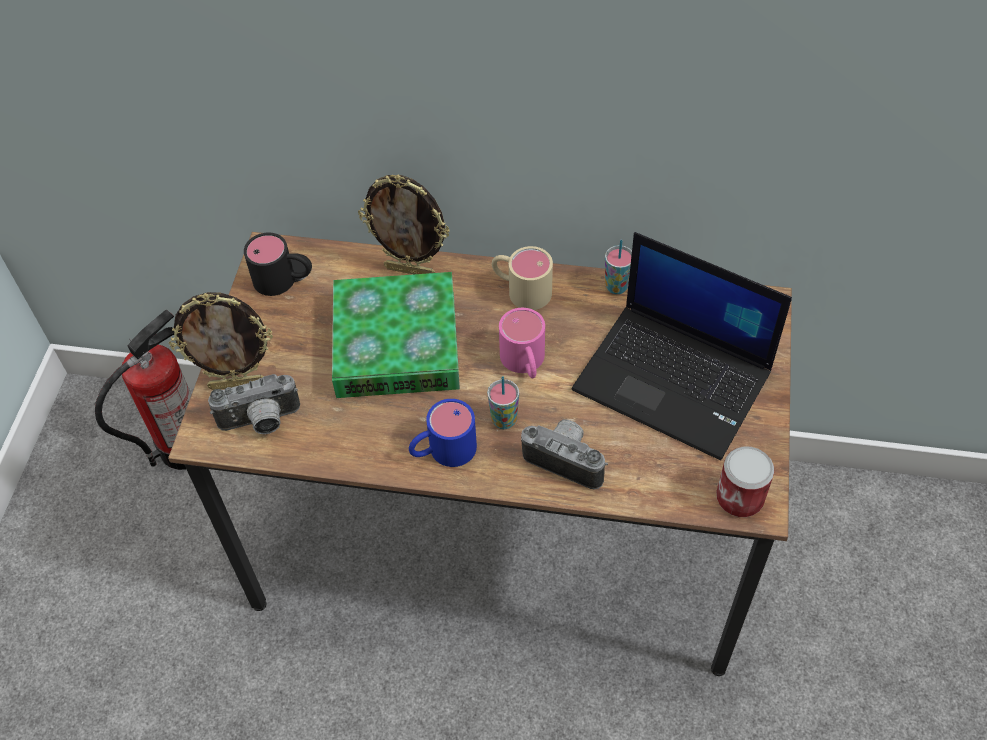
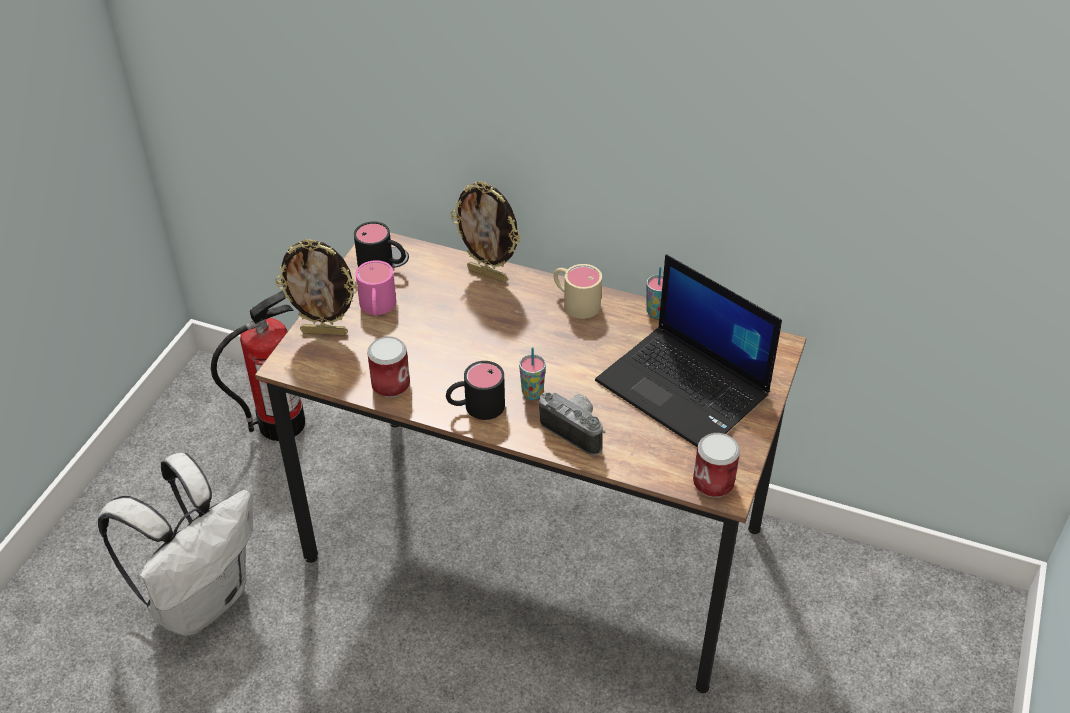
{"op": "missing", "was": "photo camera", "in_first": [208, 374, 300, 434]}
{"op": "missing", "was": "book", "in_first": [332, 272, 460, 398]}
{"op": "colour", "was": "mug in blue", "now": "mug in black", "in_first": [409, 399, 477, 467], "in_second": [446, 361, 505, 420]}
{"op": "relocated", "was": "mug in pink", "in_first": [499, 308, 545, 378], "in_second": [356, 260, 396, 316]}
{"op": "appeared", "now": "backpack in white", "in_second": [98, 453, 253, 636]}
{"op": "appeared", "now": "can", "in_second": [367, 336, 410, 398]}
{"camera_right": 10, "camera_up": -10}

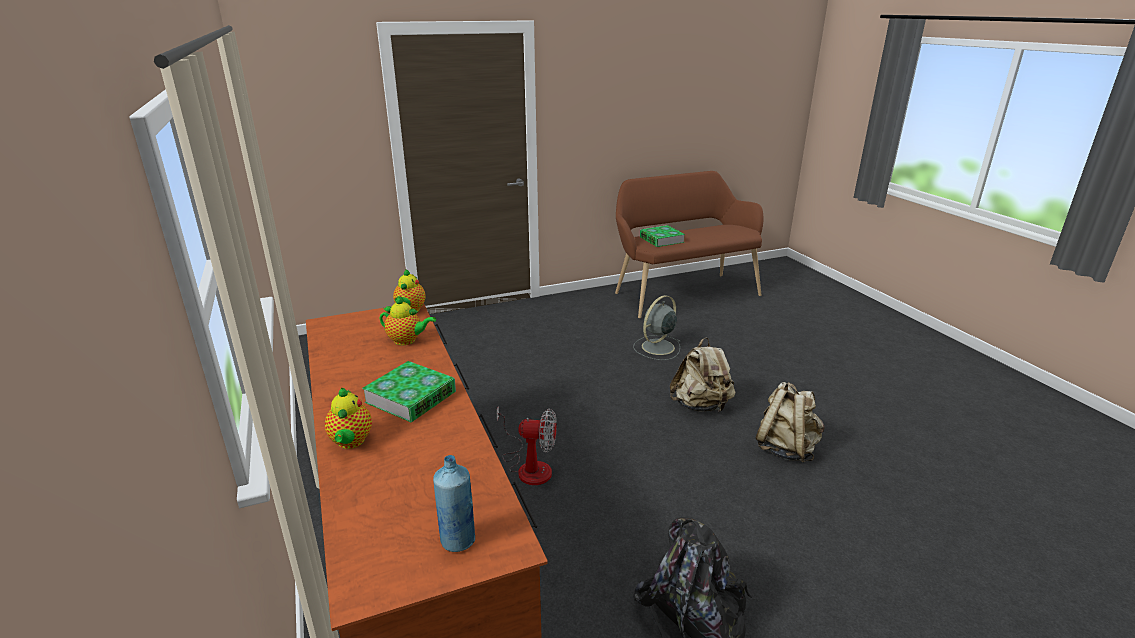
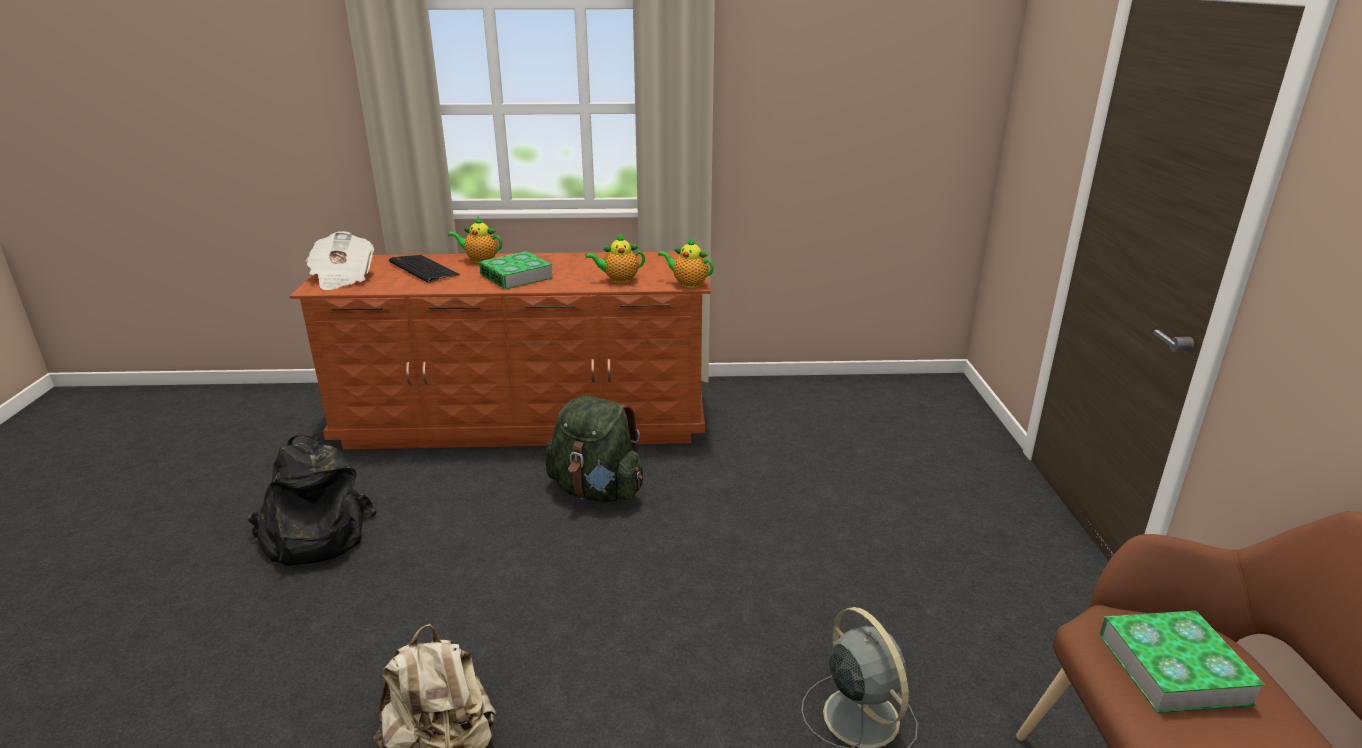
{"op": "spun", "was": "teapot", "in_first": [380, 297, 436, 345], "in_second": [585, 233, 645, 283], "clockwise": 45}
{"op": "exchanged", "was": "bottle in blue", "now": "newspaper", "in_first": [433, 455, 475, 552], "in_second": [306, 231, 374, 290]}
{"op": "exchanged", "was": "fan", "now": "backpack in green", "in_first": [496, 406, 557, 485], "in_second": [545, 396, 643, 503]}
{"op": "missing", "was": "backpack in beige", "in_first": [670, 337, 736, 412]}
{"op": "appeared", "now": "keyboard", "in_second": [389, 255, 460, 283]}
{"camera_right": 110, "camera_up": 0}

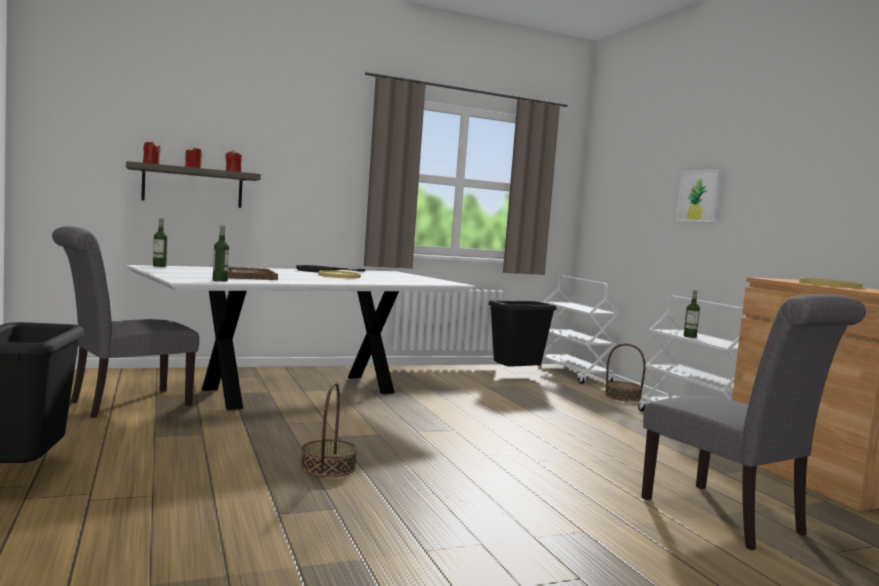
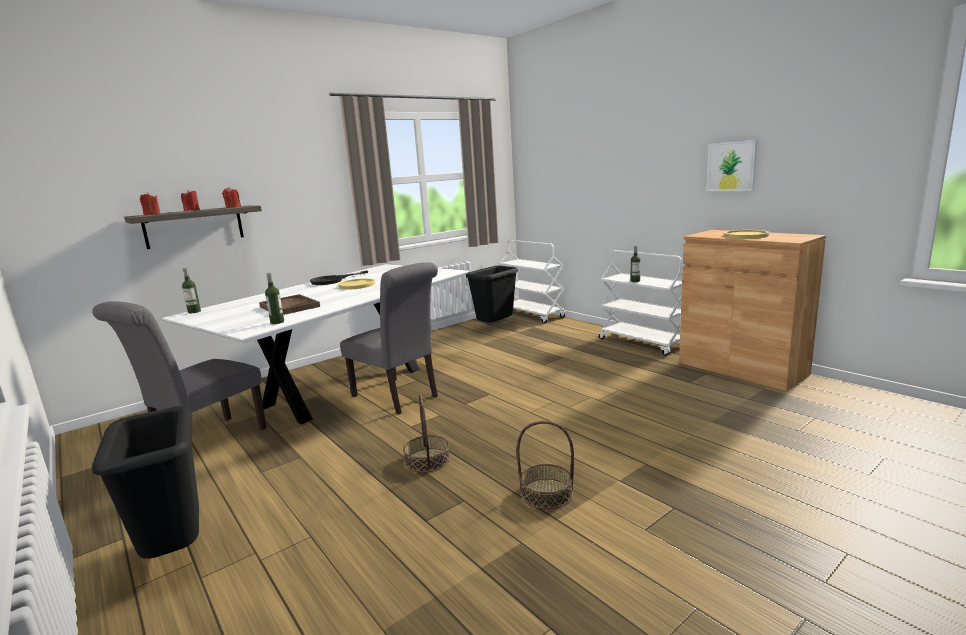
{"op": "relocated", "was": "basket", "in_first": [605, 344, 646, 402], "in_second": [517, 421, 574, 510]}
{"op": "relocated", "was": "chair in grey", "in_first": [642, 294, 866, 550], "in_second": [340, 262, 438, 414]}
{"op": "relocated", "was": "picture", "in_first": [676, 169, 722, 222], "in_second": [707, 140, 757, 191]}
{"camera_right": -15, "camera_up": 10}

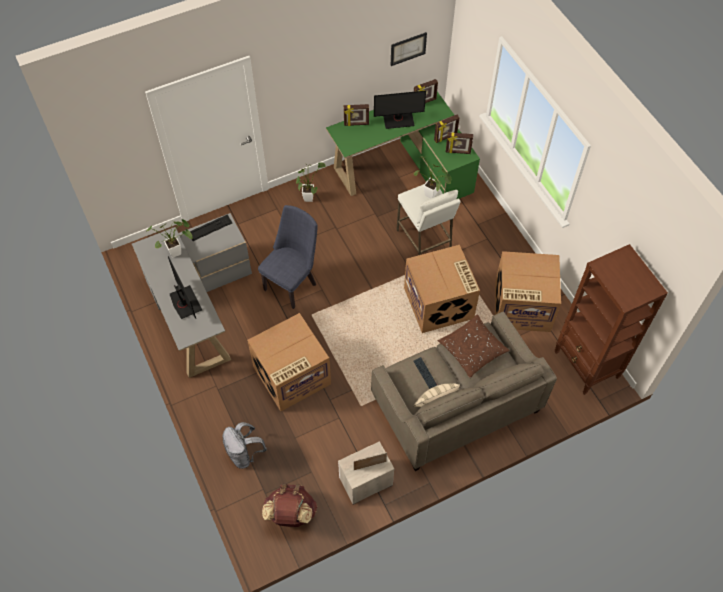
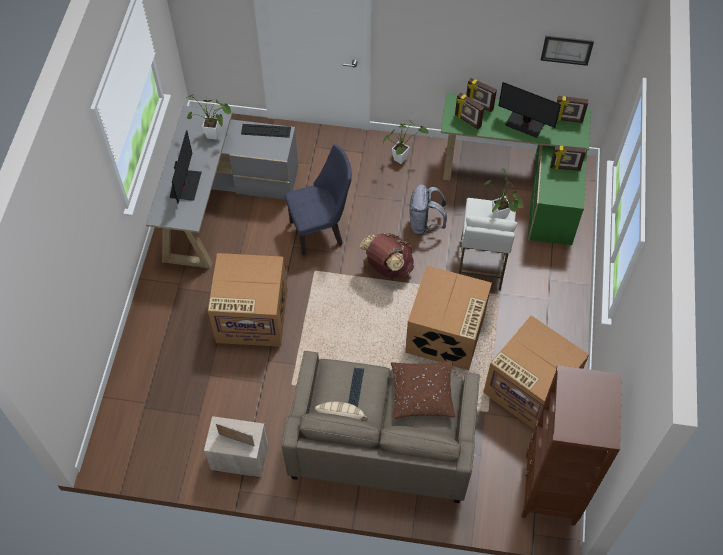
{"op": "relocated", "was": "backpack in grey", "in_first": [223, 422, 267, 469], "in_second": [410, 184, 447, 235]}
{"op": "relocated", "was": "backpack in brown", "in_first": [262, 484, 317, 527], "in_second": [359, 233, 414, 278]}
{"op": "relocated", "was": "picture frame", "in_first": [446, 132, 473, 154], "in_second": [455, 92, 484, 129]}
{"camera_right": 35, "camera_up": 0}

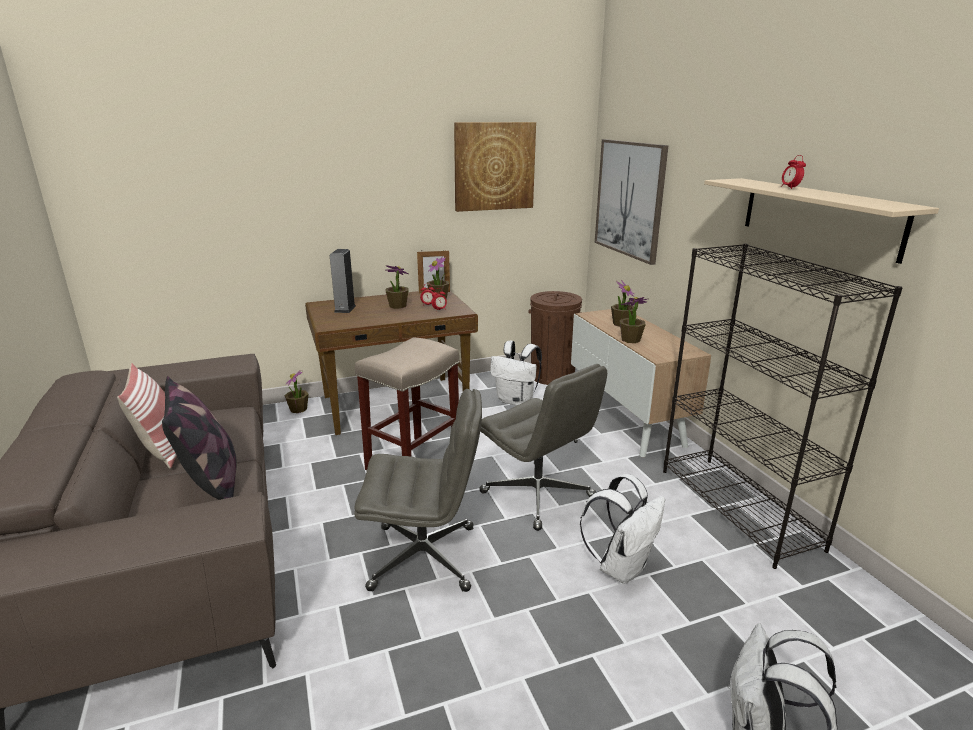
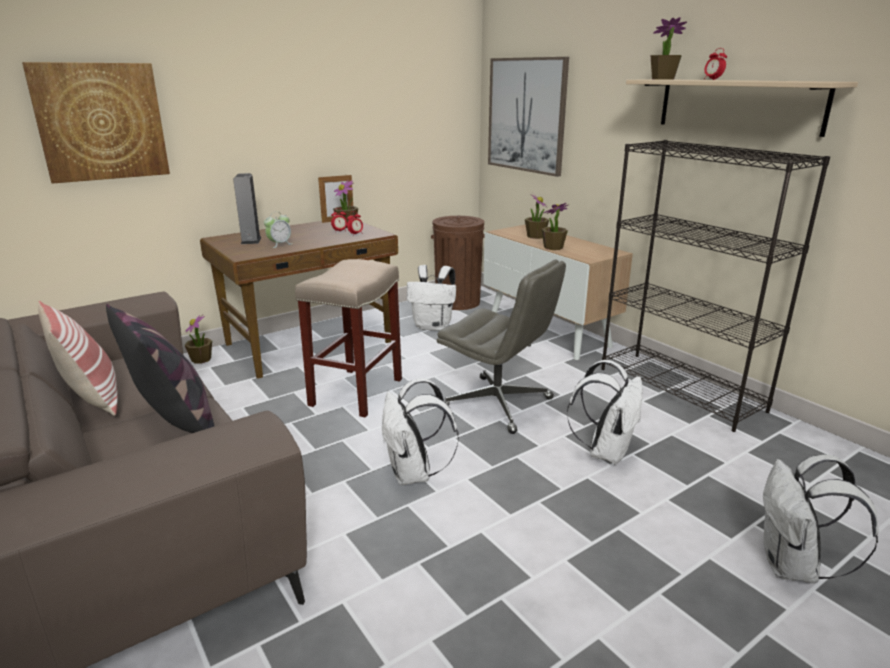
{"op": "exchanged", "was": "office chair in grey", "now": "backpack in white", "in_first": [354, 389, 482, 592], "in_second": [382, 378, 459, 485]}
{"op": "relocated", "was": "potted plant", "in_first": [386, 265, 409, 309], "in_second": [650, 17, 687, 80]}
{"op": "relocated", "was": "picture", "in_first": [454, 122, 536, 212], "in_second": [22, 62, 170, 184]}
{"op": "appeared", "now": "alarm clock", "in_second": [264, 212, 291, 248]}
{"camera_right": -15, "camera_up": 0}

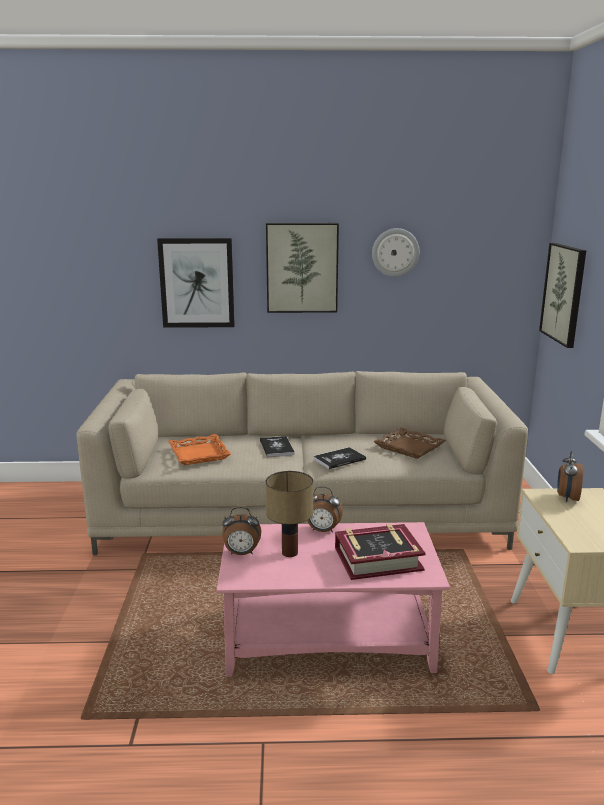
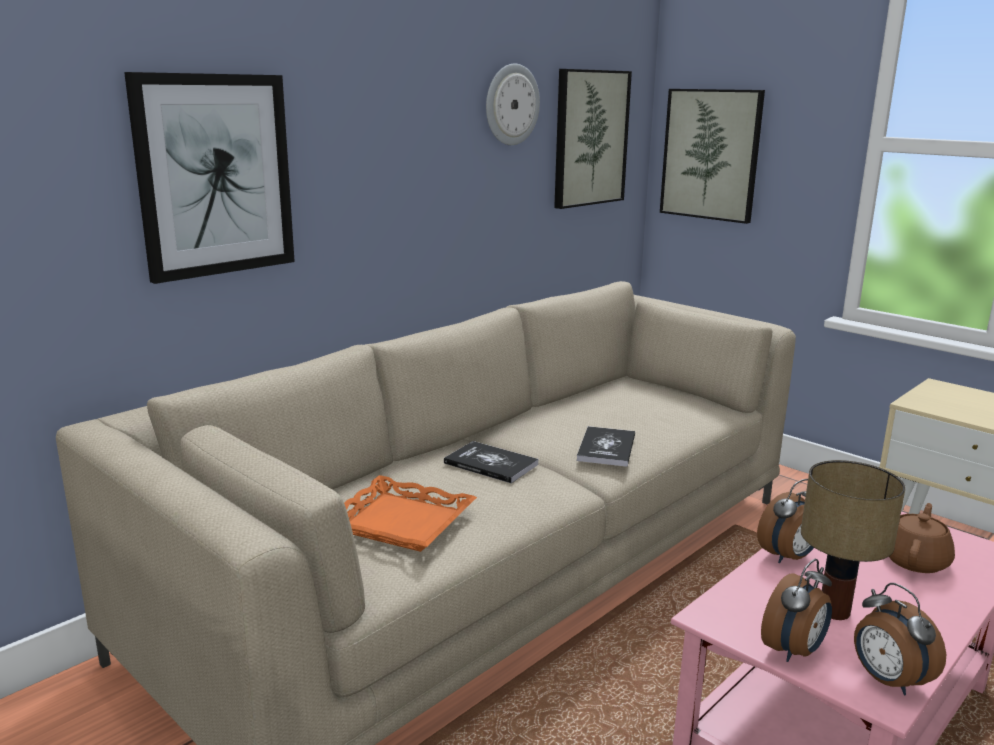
{"op": "relocated", "was": "picture", "in_first": [266, 223, 339, 313], "in_second": [554, 69, 632, 209]}
{"op": "exchanged", "was": "book", "now": "teapot in brown", "in_first": [335, 524, 426, 580], "in_second": [889, 503, 955, 573]}
{"op": "missing", "was": "tray in brown", "in_first": [373, 428, 446, 459]}
{"op": "relocated", "was": "alarm clock", "in_first": [557, 451, 583, 502], "in_second": [854, 583, 946, 695]}
{"camera_right": -45, "camera_up": 0}

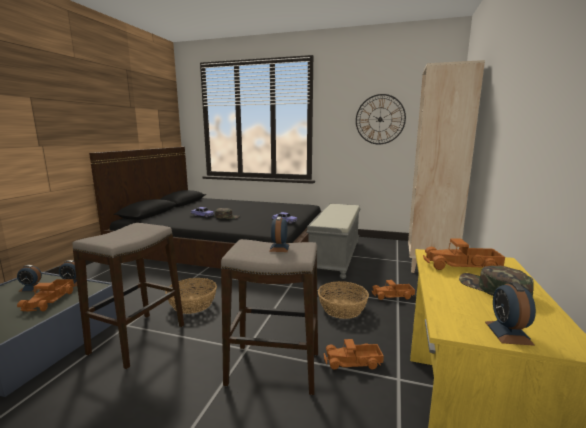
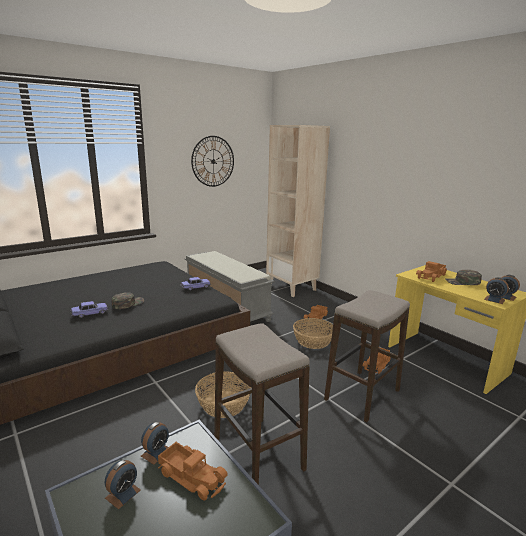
{"op": "relocated", "was": "alarm clock", "in_first": [269, 217, 290, 252], "in_second": [484, 277, 509, 304]}
{"camera_right": -55, "camera_up": 5}

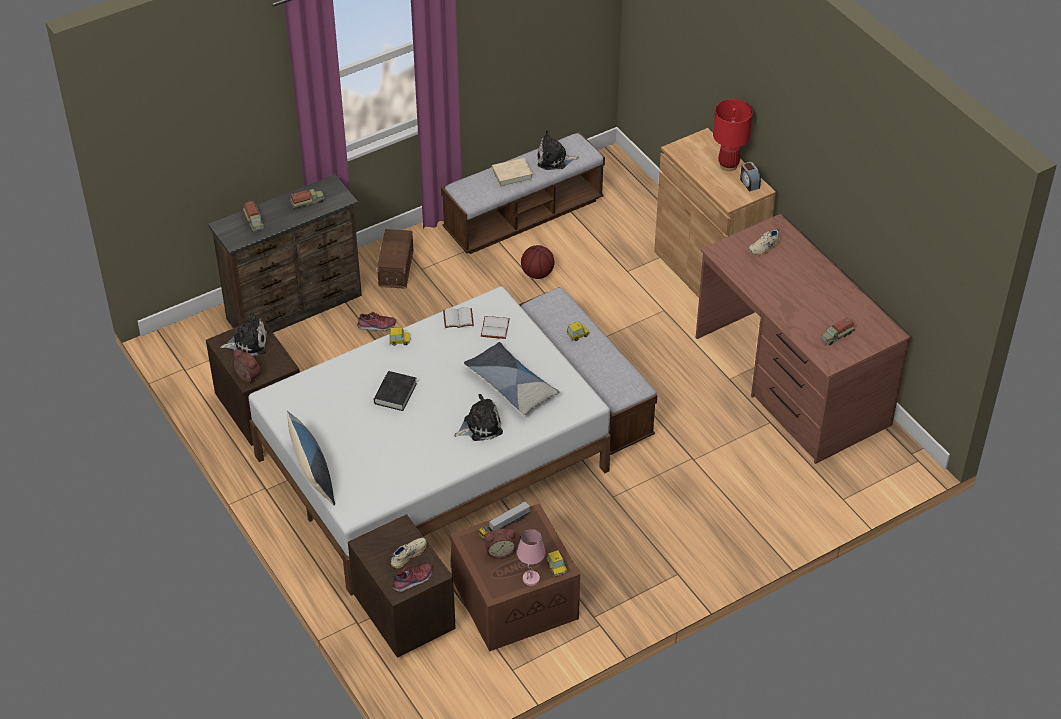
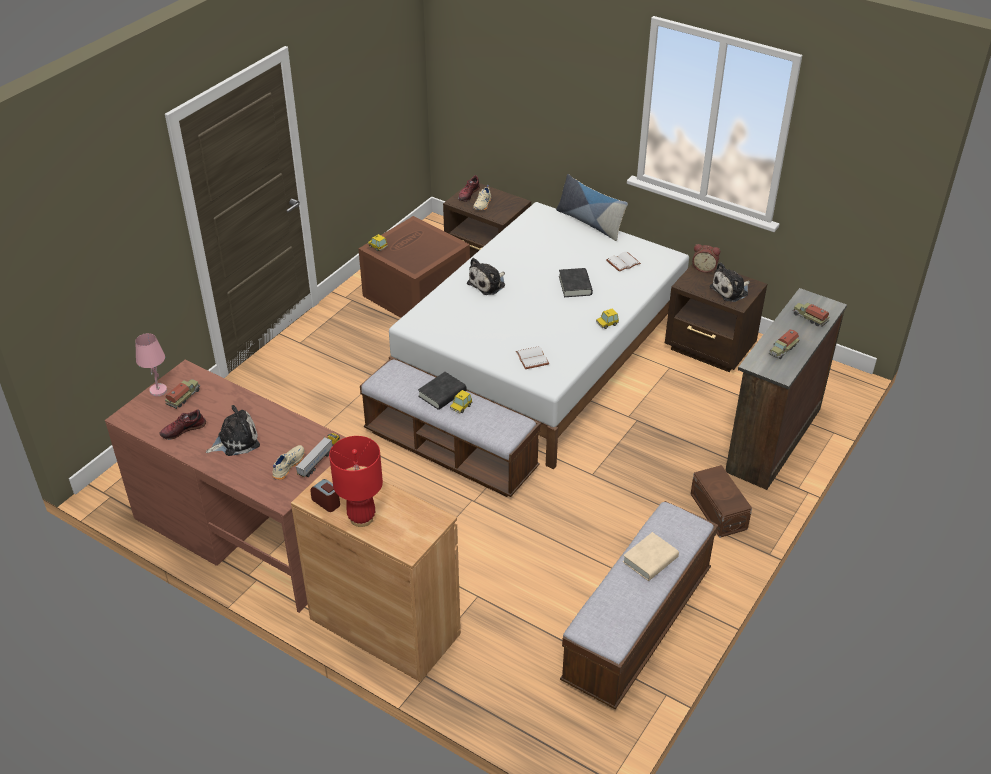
{"op": "relocated", "was": "shoe", "in_first": [357, 312, 396, 331], "in_second": [160, 409, 206, 440]}
{"op": "relocated", "was": "book in white", "in_first": [443, 307, 474, 328], "in_second": [606, 252, 641, 272]}
{"op": "missing", "was": "pillow", "in_first": [464, 342, 559, 415]}
{"op": "relocated", "was": "toy truck", "in_first": [479, 501, 530, 541], "in_second": [296, 433, 340, 477]}
{"op": "missing", "was": "alarm clock", "in_first": [484, 529, 516, 559]}
{"op": "relocated", "was": "table lamp in pink", "in_first": [517, 529, 546, 586], "in_second": [135, 333, 167, 396]}
{"op": "missing", "was": "basketball", "in_first": [521, 245, 554, 279]}
{"op": "relocated", "was": "plush toy", "in_first": [537, 130, 579, 170], "in_second": [206, 405, 260, 456]}
{"op": "appeared", "now": "book in black", "in_second": [418, 372, 467, 410]}
{"camera_right": 155, "camera_up": -5}

